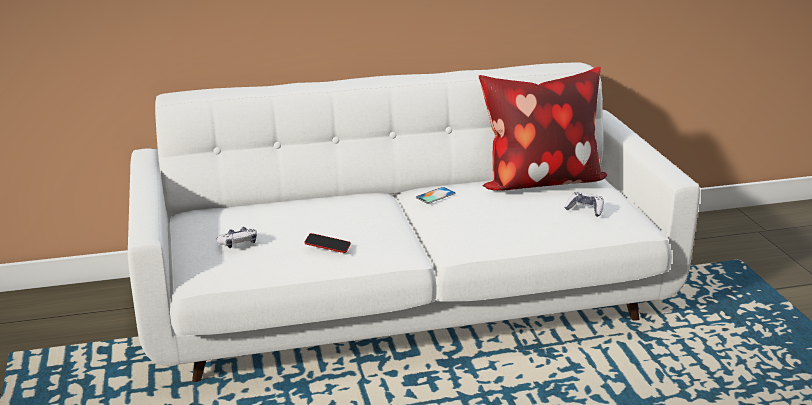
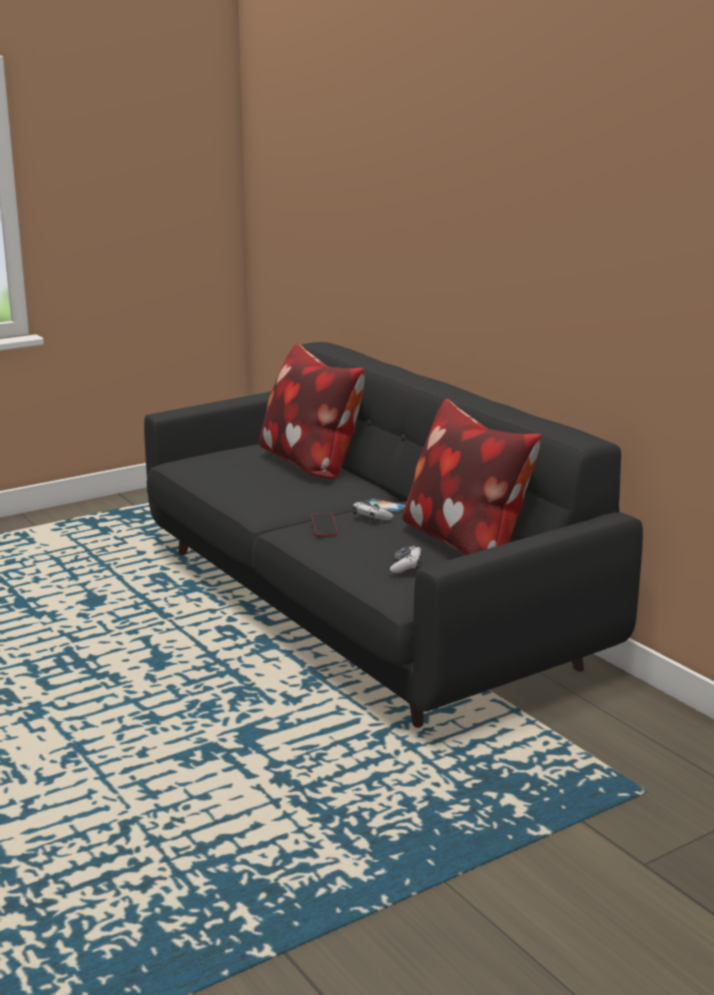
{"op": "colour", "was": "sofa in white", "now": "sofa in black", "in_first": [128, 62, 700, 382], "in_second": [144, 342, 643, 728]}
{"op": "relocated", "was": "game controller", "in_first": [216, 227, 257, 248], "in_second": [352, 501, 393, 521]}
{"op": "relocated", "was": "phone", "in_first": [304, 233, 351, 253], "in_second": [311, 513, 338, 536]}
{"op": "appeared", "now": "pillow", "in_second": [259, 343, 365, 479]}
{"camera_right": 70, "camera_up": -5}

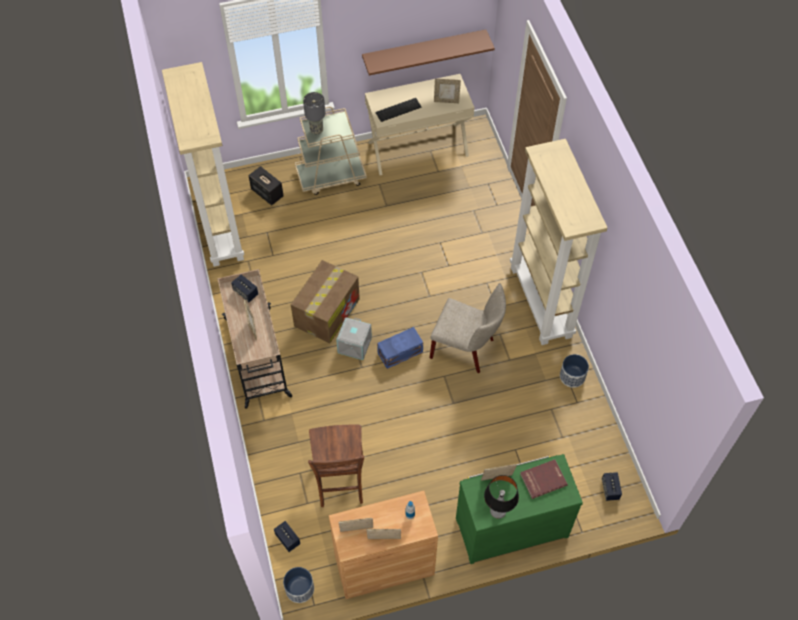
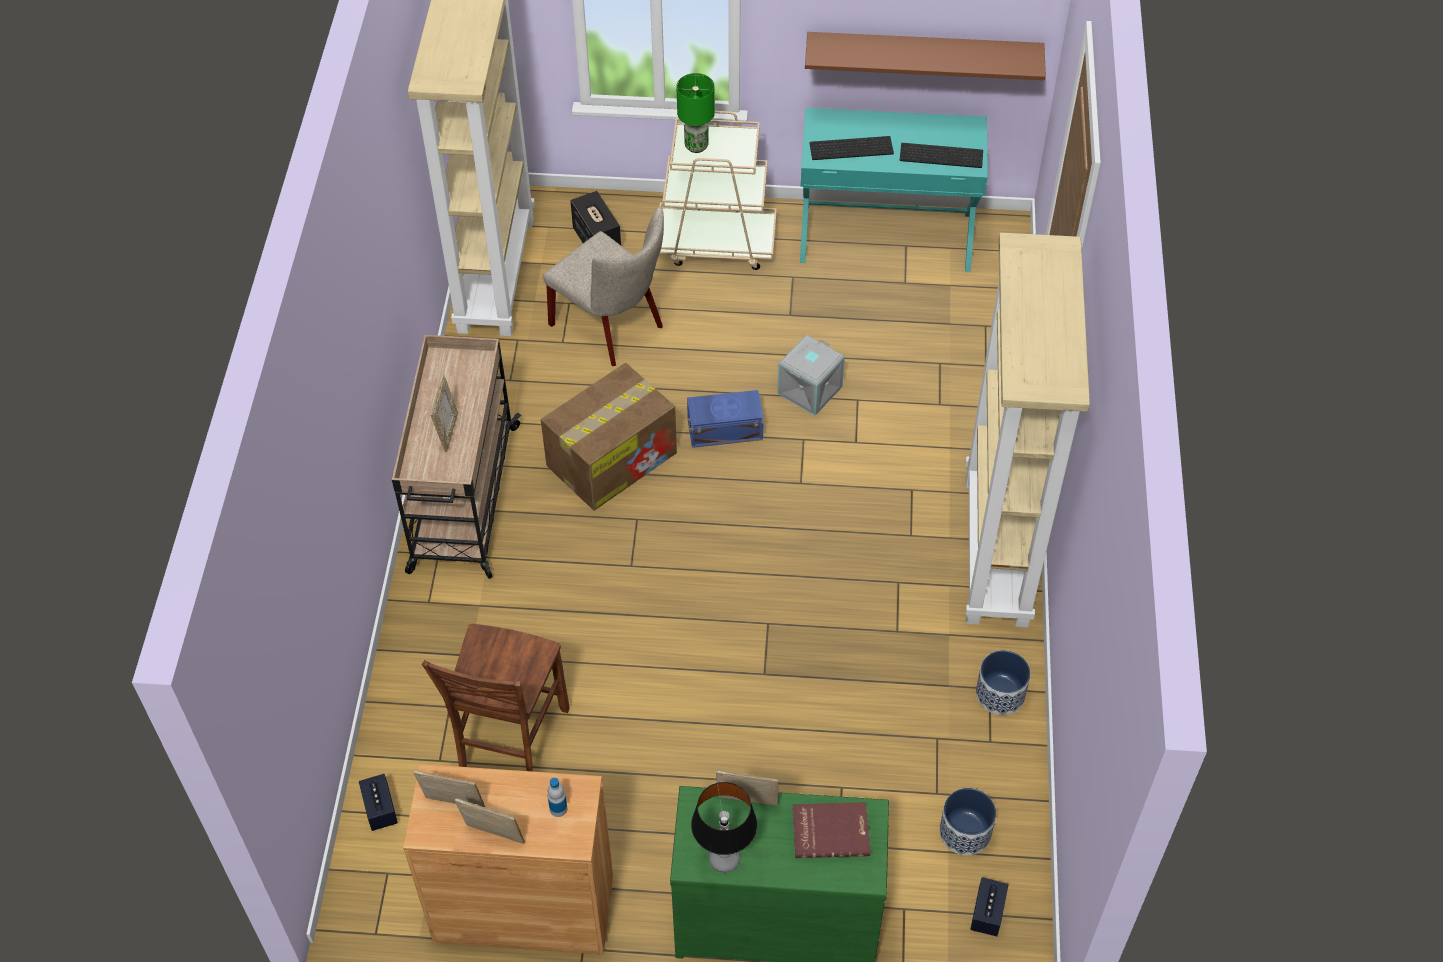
{"op": "missing", "was": "speaker", "in_first": [231, 275, 258, 302]}
{"op": "relocated", "was": "planter", "in_first": [283, 567, 314, 603], "in_second": [940, 788, 996, 855]}
{"op": "colour", "was": "table lamp in grey", "now": "table lamp in green", "in_first": [303, 92, 326, 134], "in_second": [676, 73, 715, 153]}
{"op": "relocated", "was": "storage box in grey", "in_first": [336, 317, 372, 360], "in_second": [777, 335, 845, 416]}
{"op": "colour", "was": "desk in beige", "now": "desk in turquoise", "in_first": [365, 74, 475, 175], "in_second": [800, 108, 988, 272]}
{"op": "relocated", "was": "storage box in blue", "in_first": [377, 327, 423, 369], "in_second": [687, 390, 764, 448]}
{"op": "relocated", "was": "chair in beige", "in_first": [430, 283, 506, 373], "in_second": [543, 207, 664, 366]}
{"op": "exchanged", "was": "picture frame", "now": "keyboard", "in_first": [434, 79, 461, 103], "in_second": [900, 143, 983, 168]}
{"camera_right": 20, "camera_up": -5}

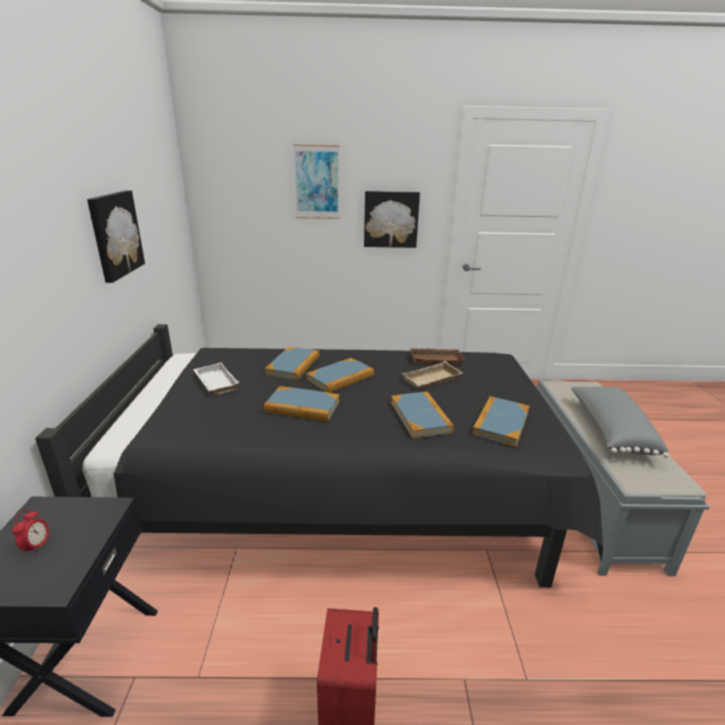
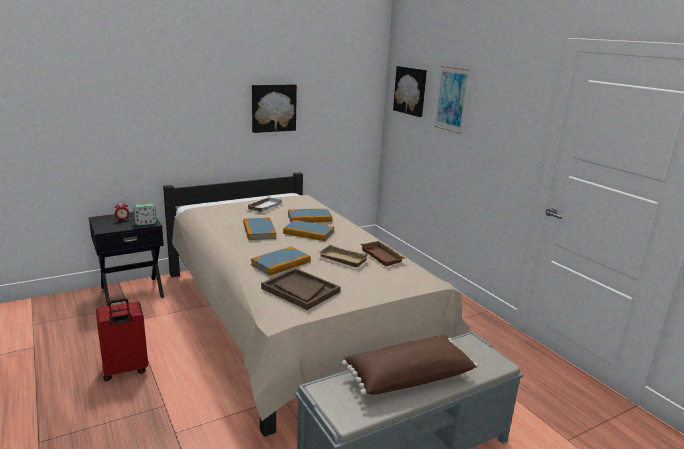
{"op": "colour", "was": "bed in black", "now": "bed in beige", "in_first": [35, 324, 603, 588], "in_second": [163, 172, 470, 437]}
{"op": "relocated", "was": "picture", "in_first": [364, 191, 420, 248], "in_second": [393, 66, 427, 117]}
{"op": "exchanged", "was": "book", "now": "tray in brown", "in_first": [472, 396, 530, 447], "in_second": [261, 268, 340, 310]}
{"op": "colour", "was": "pillow in grey", "now": "pillow in brown", "in_first": [571, 386, 669, 458], "in_second": [342, 335, 478, 395]}
{"op": "appeared", "now": "alarm clock", "in_second": [133, 204, 157, 225]}
{"camera_right": 60, "camera_up": -5}

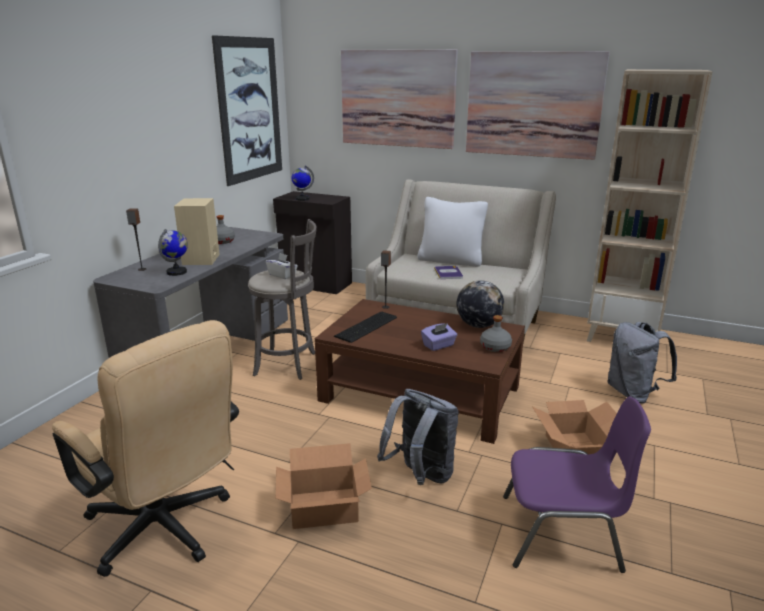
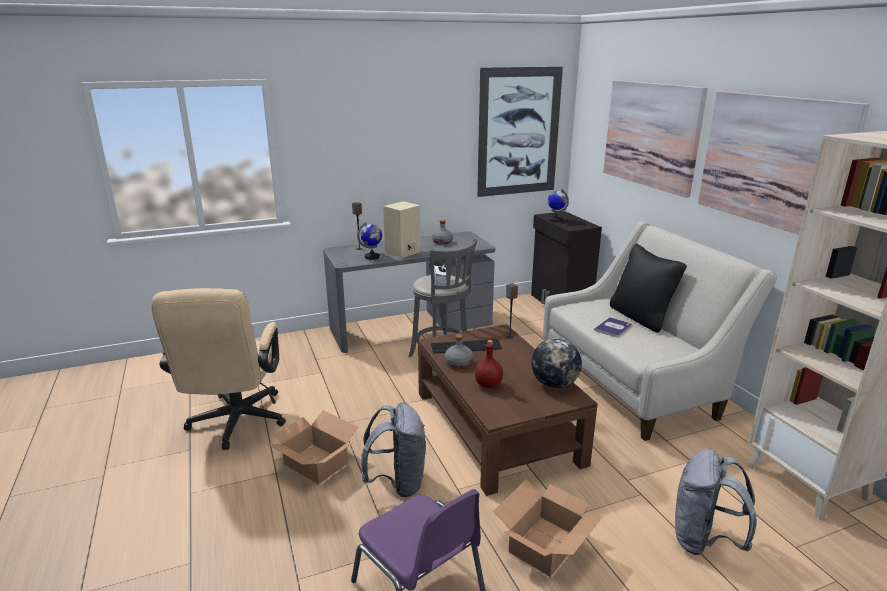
{"op": "colour", "was": "pillow in white", "now": "pillow in black", "in_first": [417, 197, 488, 267], "in_second": [610, 244, 687, 333]}
{"op": "exchanged", "was": "tissue box in purple", "now": "bottle in red", "in_first": [421, 323, 457, 351], "in_second": [475, 340, 503, 388]}
{"op": "relocated", "was": "bottle in grey", "in_first": [480, 315, 512, 352], "in_second": [445, 334, 473, 368]}
{"camera_right": 45, "camera_up": 0}

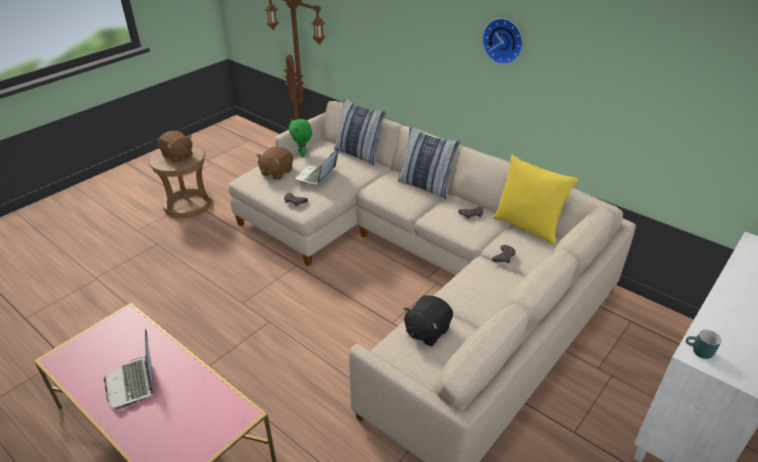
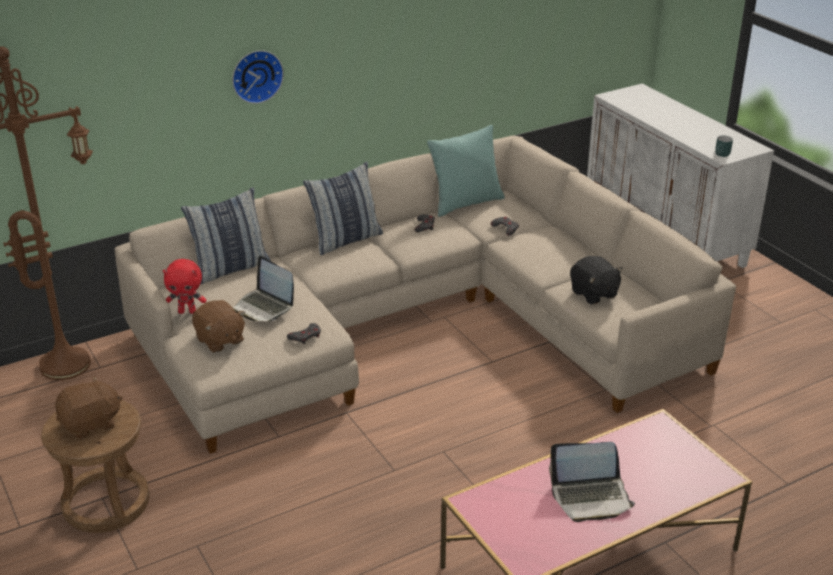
{"op": "colour", "was": "plush toy in green", "now": "plush toy in red", "in_first": [288, 119, 312, 157], "in_second": [163, 259, 206, 314]}
{"op": "relocated", "was": "wall clock", "in_first": [482, 18, 523, 65], "in_second": [232, 50, 284, 104]}
{"op": "colour", "was": "pillow in yellow", "now": "pillow in turquoise", "in_first": [493, 155, 578, 245], "in_second": [427, 125, 505, 217]}
{"camera_right": -70, "camera_up": -5}

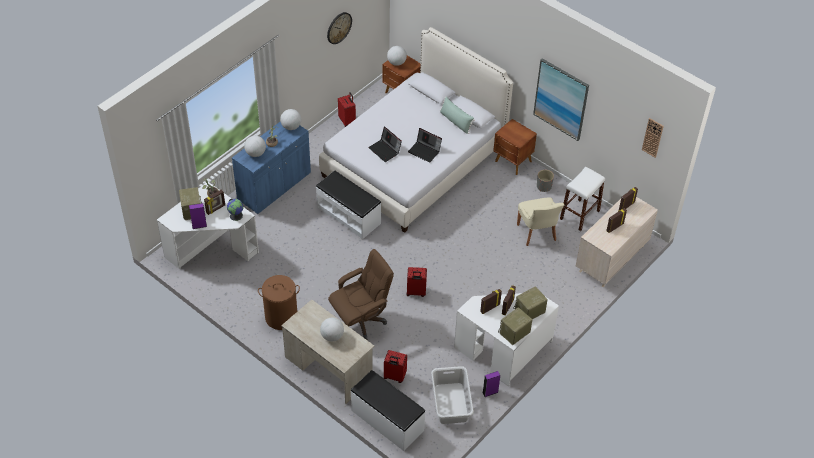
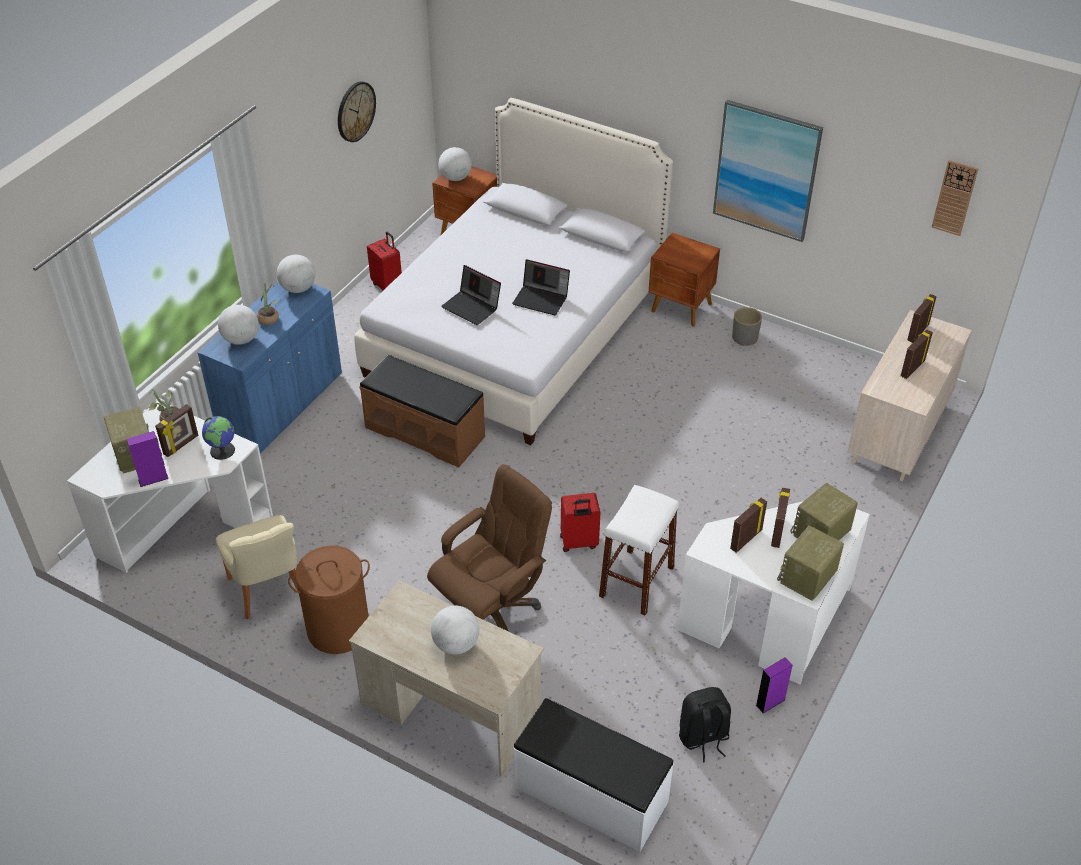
{"op": "colour", "was": "bench in white", "now": "bench in brown", "in_first": [316, 170, 381, 239], "in_second": [359, 355, 485, 468]}
{"op": "missing", "was": "suitcase in red", "in_first": [384, 350, 407, 383]}
{"op": "exchanged", "was": "laundry basket in grey", "now": "backpack in black", "in_first": [431, 366, 474, 424], "in_second": [679, 687, 731, 763]}
{"op": "missing", "was": "pillow in green", "in_first": [440, 97, 475, 134]}
{"op": "relocated", "was": "chair in beige", "in_first": [517, 197, 564, 246], "in_second": [216, 515, 298, 619]}
{"op": "relocated", "was": "stool in white", "in_first": [560, 167, 605, 231], "in_second": [599, 485, 679, 615]}
{"camera_right": -10, "camera_up": -5}

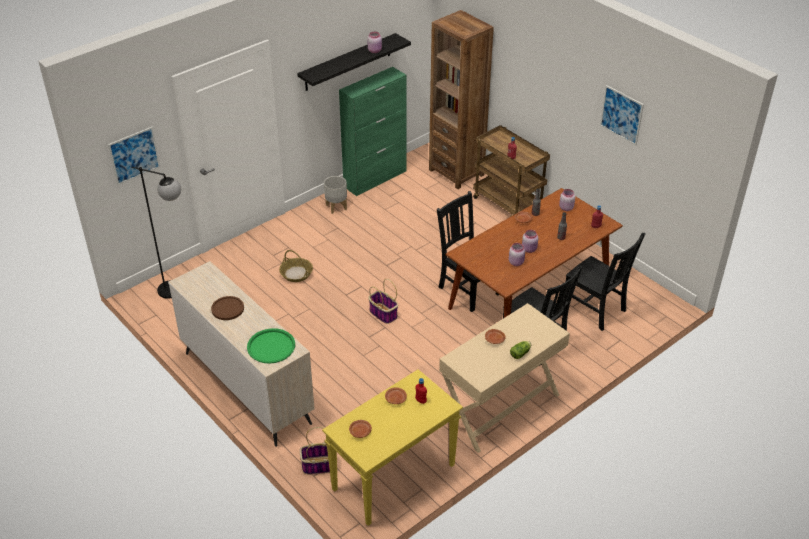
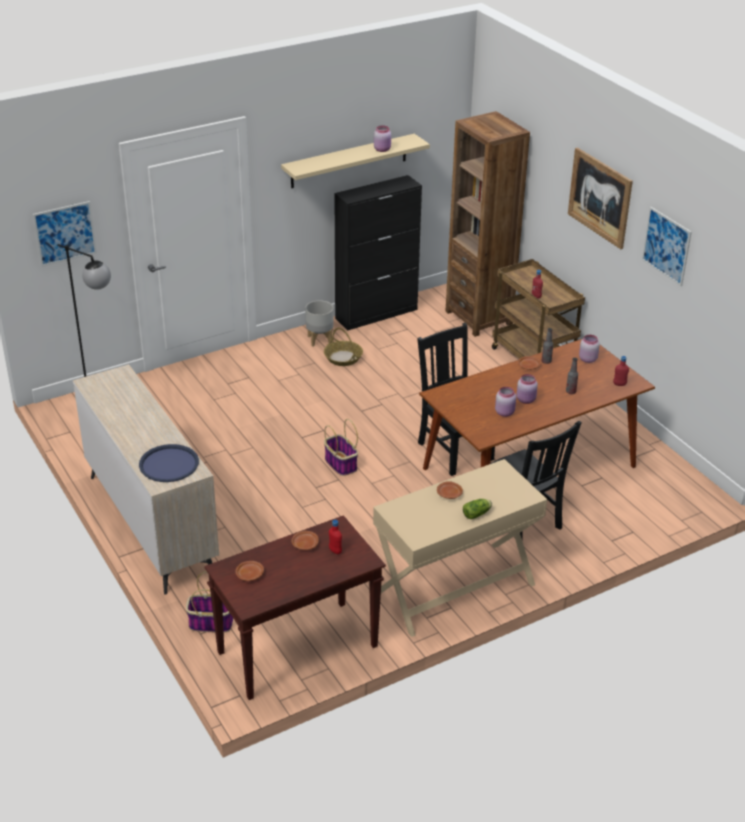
{"op": "missing", "was": "plate in brown", "in_first": [211, 296, 244, 320]}
{"op": "colour", "was": "tray in green", "now": "tray in blue", "in_first": [247, 328, 295, 364], "in_second": [139, 444, 199, 482]}
{"op": "relocated", "was": "basket", "in_first": [279, 250, 313, 282], "in_second": [324, 328, 363, 366]}
{"op": "colour", "was": "shelf in black", "now": "shelf in beige", "in_first": [297, 33, 411, 91], "in_second": [281, 134, 430, 188]}
{"op": "colour", "was": "console table in yellow", "now": "console table in brown", "in_first": [322, 369, 463, 526], "in_second": [204, 515, 386, 700]}
{"op": "colour", "was": "cabinet in green", "now": "cabinet in black", "in_first": [339, 67, 407, 196], "in_second": [334, 175, 422, 331]}
{"op": "missing", "was": "chair in black", "in_first": [563, 233, 646, 331]}
{"op": "appeared", "now": "picture", "in_second": [568, 147, 633, 249]}
{"camera_right": 10, "camera_up": -5}

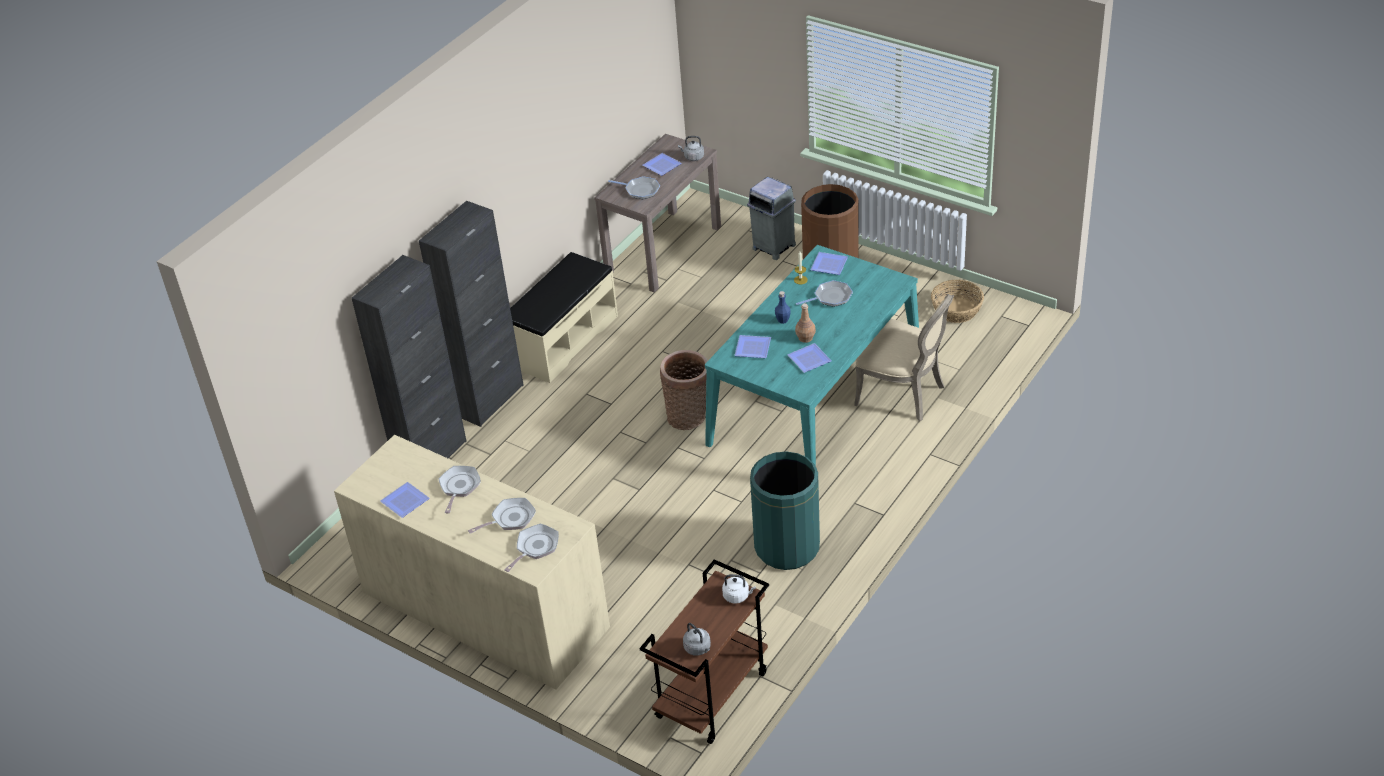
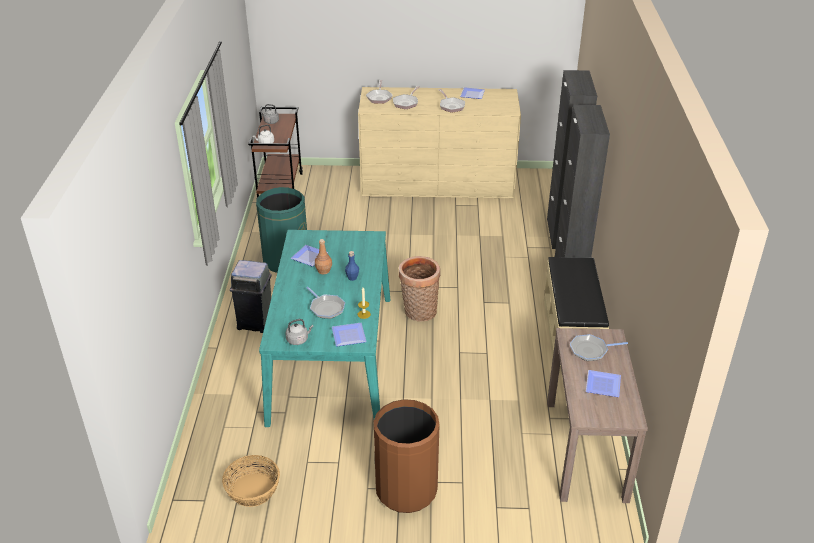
{"op": "relocated", "was": "kettle in grey", "in_first": [678, 136, 704, 161], "in_second": [285, 319, 314, 345]}
{"op": "missing", "was": "plate", "in_first": [734, 335, 771, 358]}
{"op": "relocated", "was": "trash can in grey", "in_first": [747, 177, 796, 260], "in_second": [230, 260, 272, 333]}
{"op": "spun", "was": "frying pan", "in_first": [796, 280, 853, 307], "in_second": [306, 287, 345, 319], "clockwise": -75}
{"op": "missing", "was": "chair in beige", "in_first": [854, 294, 954, 421]}
{"camera_right": 145, "camera_up": -5}

